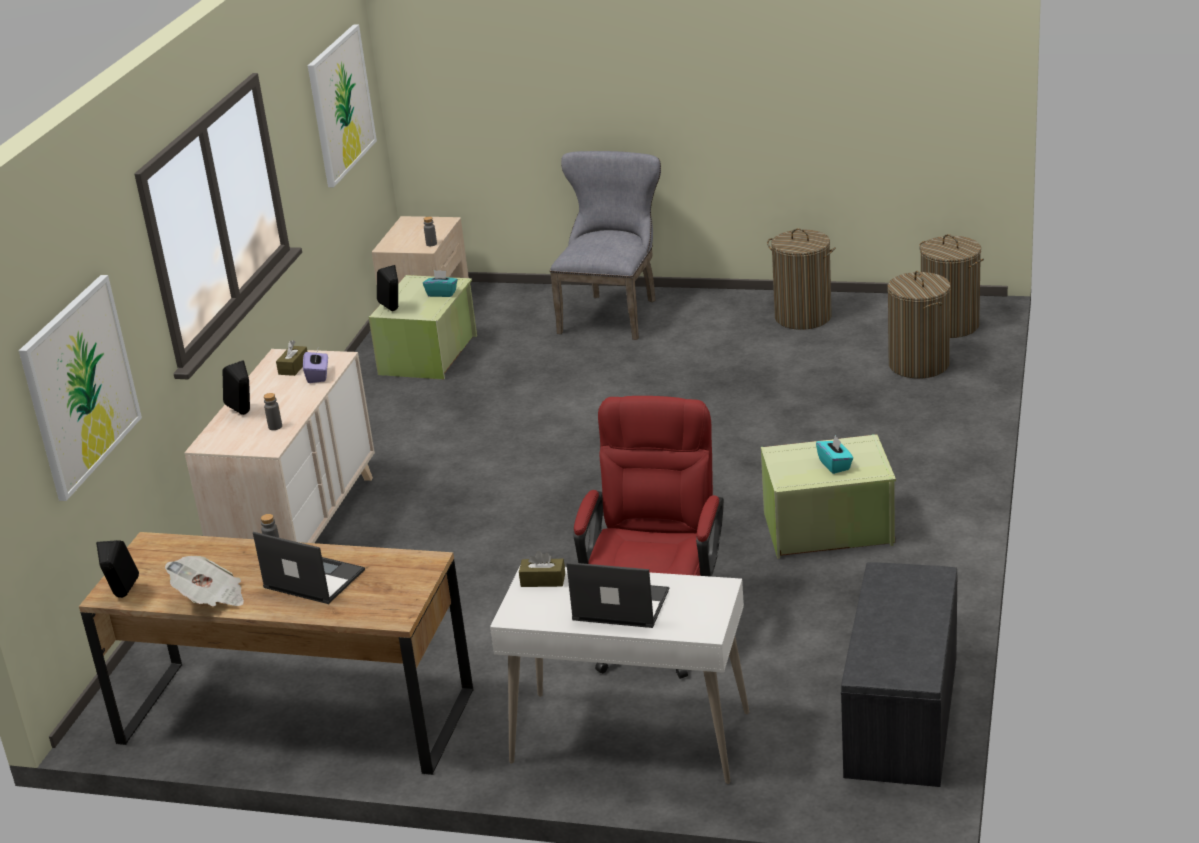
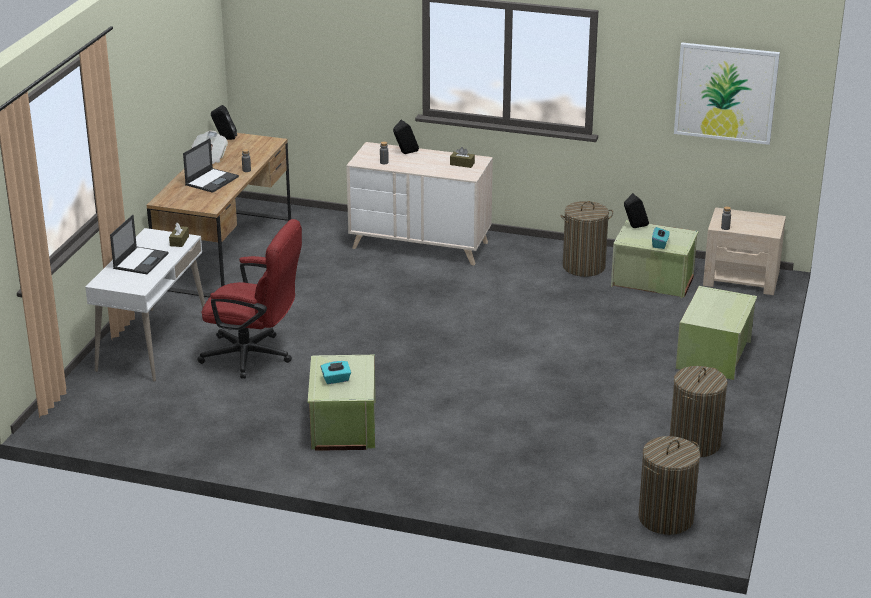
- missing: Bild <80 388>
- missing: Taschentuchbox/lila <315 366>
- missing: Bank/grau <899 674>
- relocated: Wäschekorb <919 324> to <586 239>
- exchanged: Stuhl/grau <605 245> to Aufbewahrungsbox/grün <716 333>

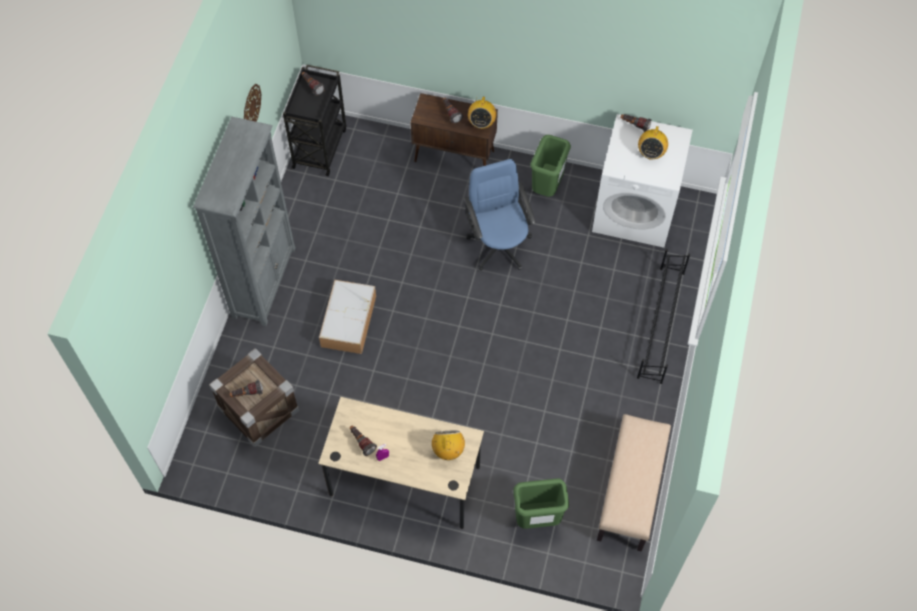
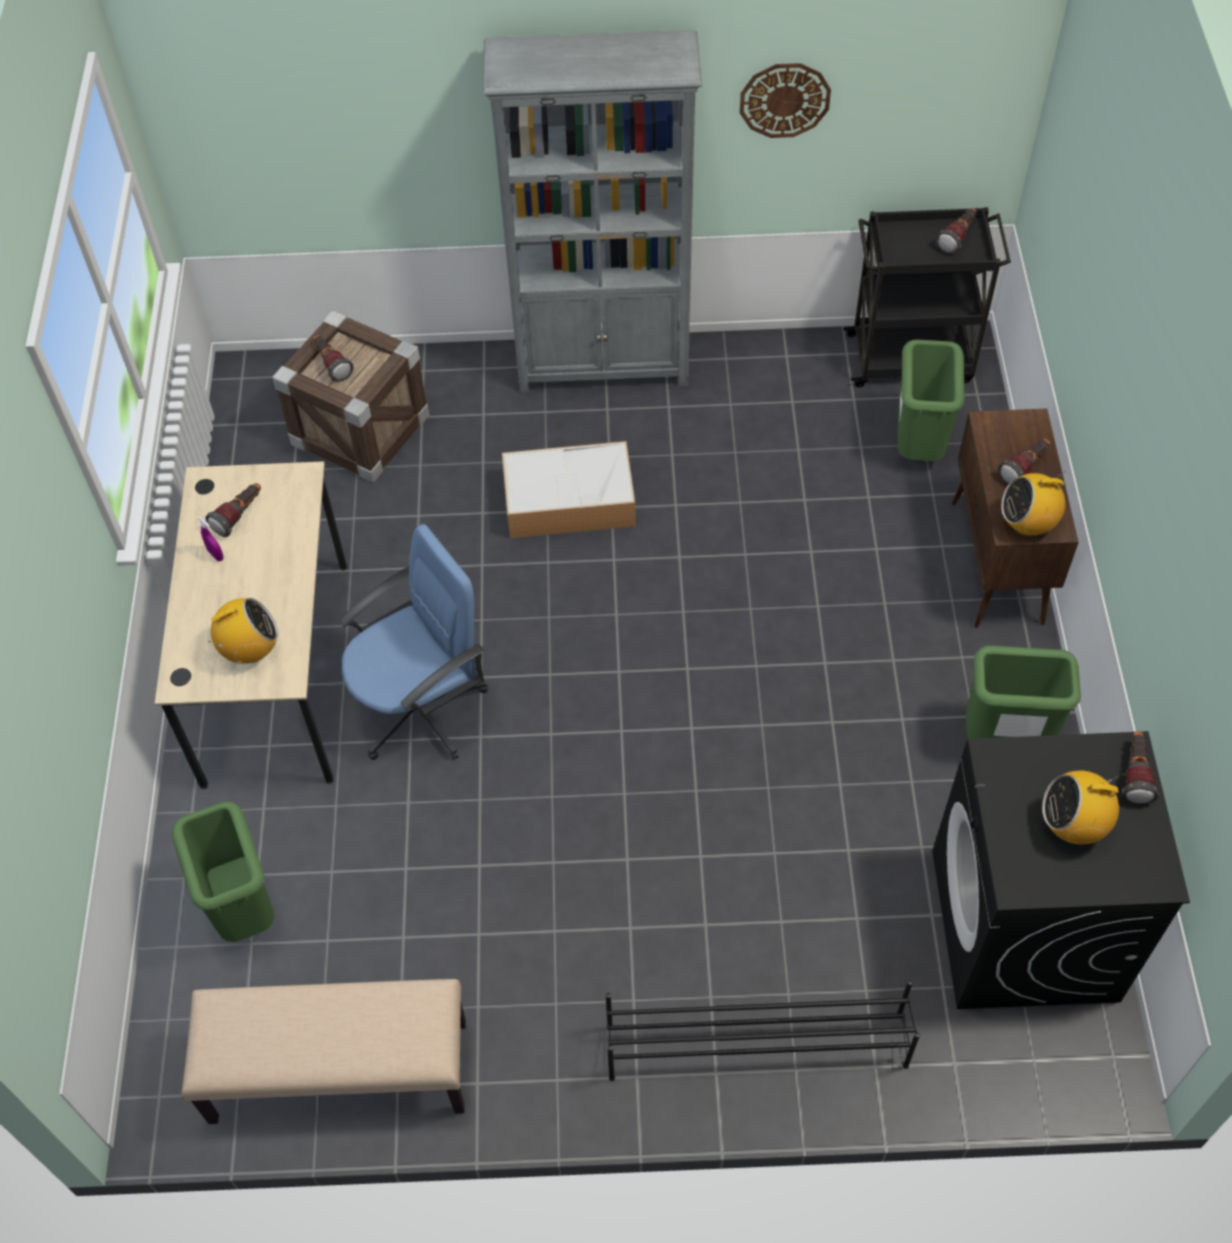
- appeared: Mülleimer/grün <931 400>
- relocated: Bürostuhl/blau <500 215> to <414 642>
- colour: Waschmaschine/weiß <642 181> to Waschmaschine/schwarz <1061 870>

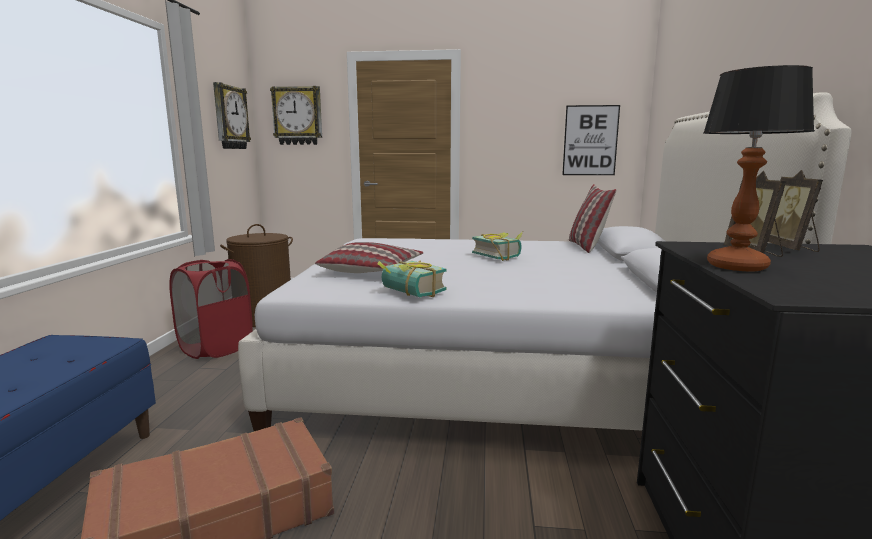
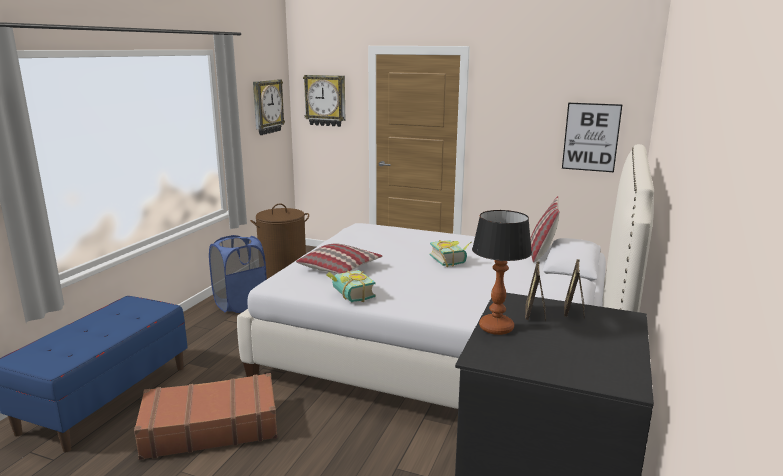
- colour: Wäschekorb/rot <211 309> to Wäschekorb/blau <238 274>

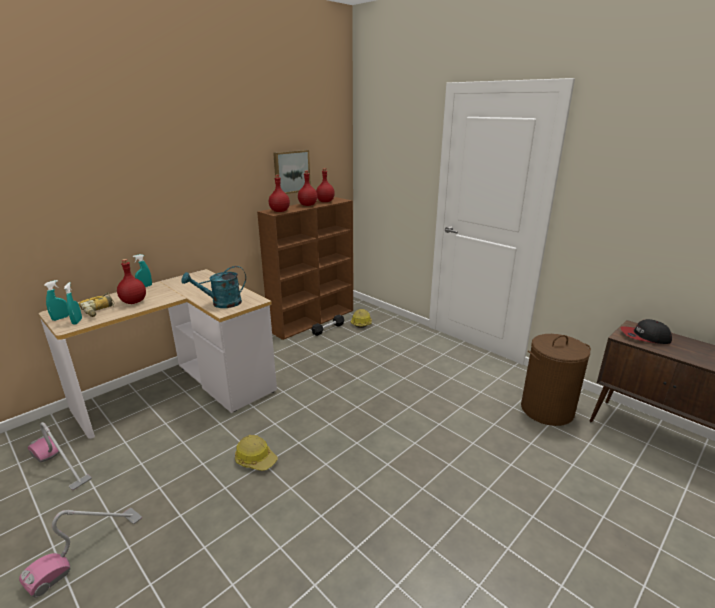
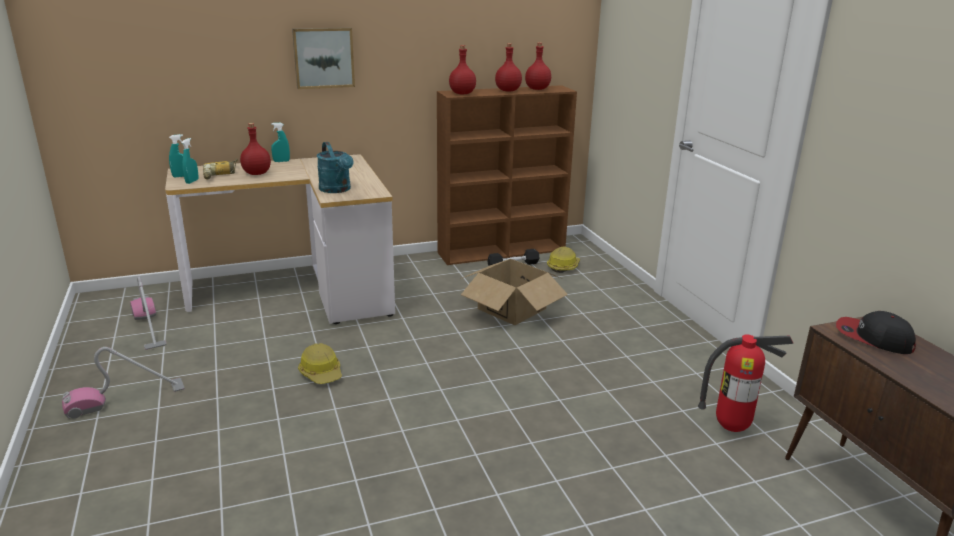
- appeared: Karton <514 292>
- relocated: Bild <292 172> to <323 58>
- exchanged: Wäschekorb/braun <556 380> to Feuerlöscher <745 383>
- spun: Gießkanne/türkis <213 287> = <335 167> 120 degrees counterclockwise

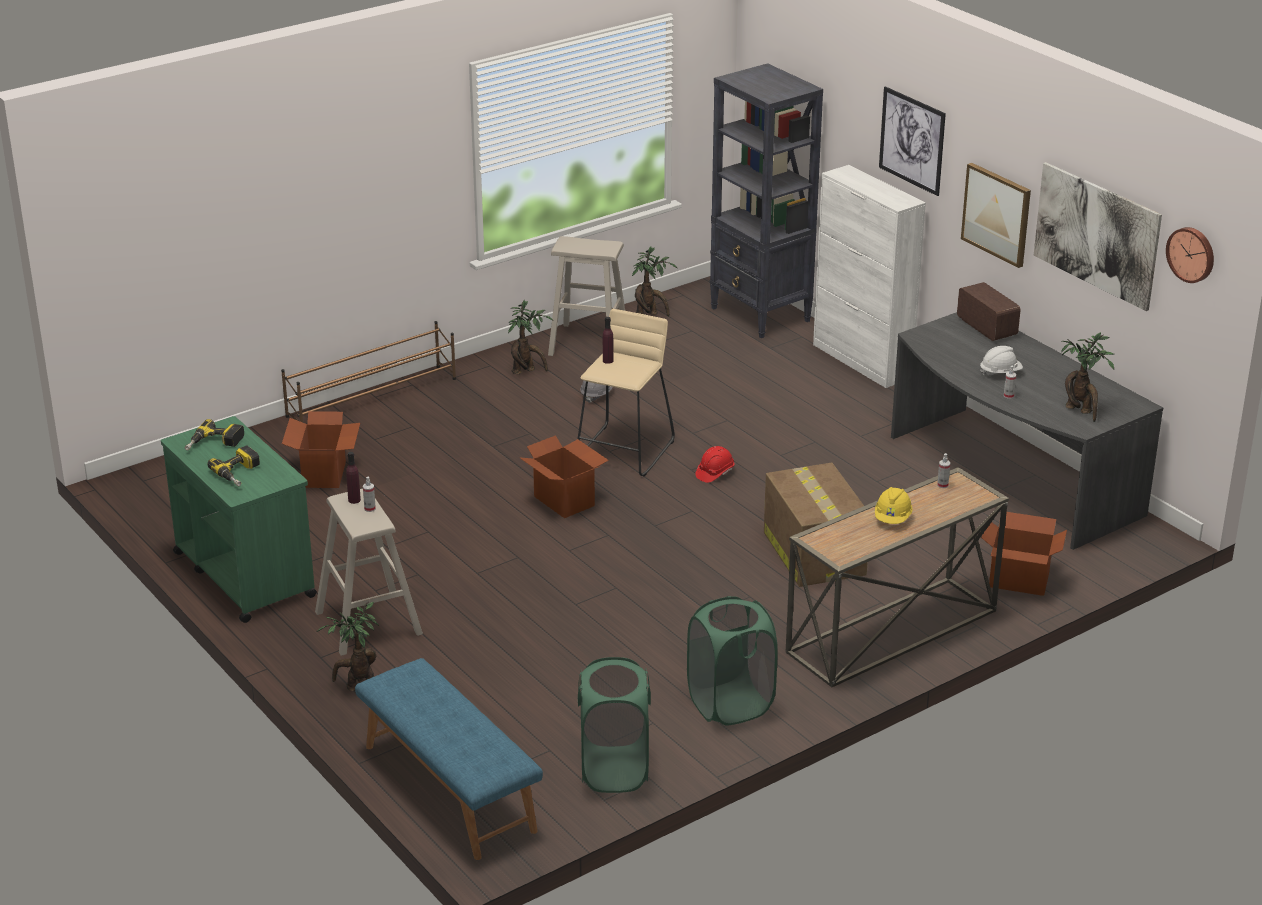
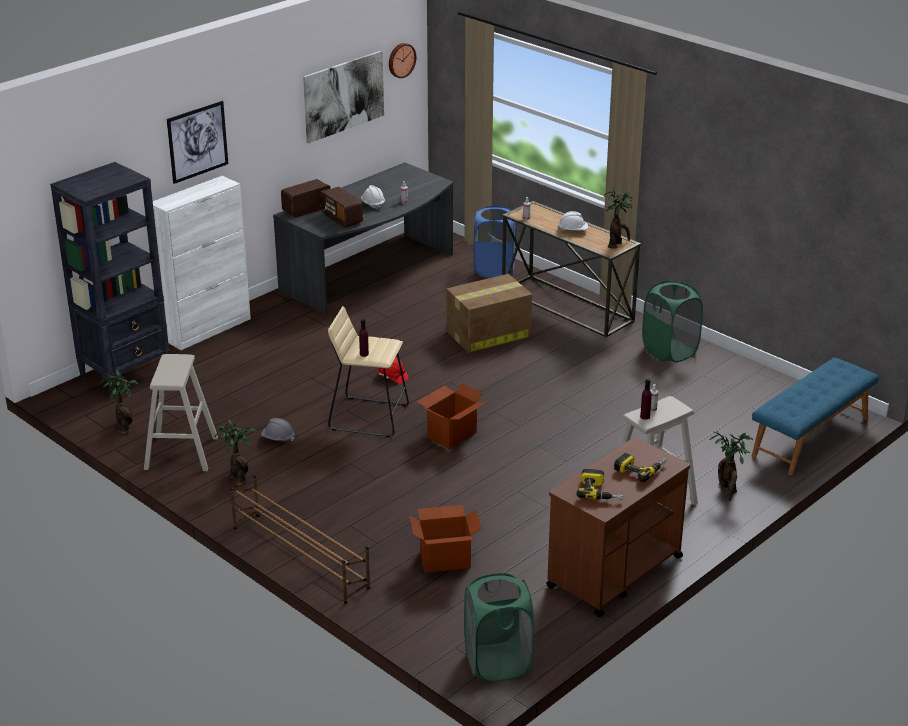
- missing: Bild <996 215>
- appeared: Radio <341 207>
- relocated: Wäschekorb/grün <614 725> to <499 627>
- relocated: Topfpflanze <1087 377> to <618 218>
- exchanged: Karton <1024 554> to Wäschekorb/blau <495 241>
- colour: Rollwagen/grün <239 519> to Rollwagen/braun <618 527>
- colour: Schutzhelm/gelb <894 505> to Schutzhelm/weiß <573 221>

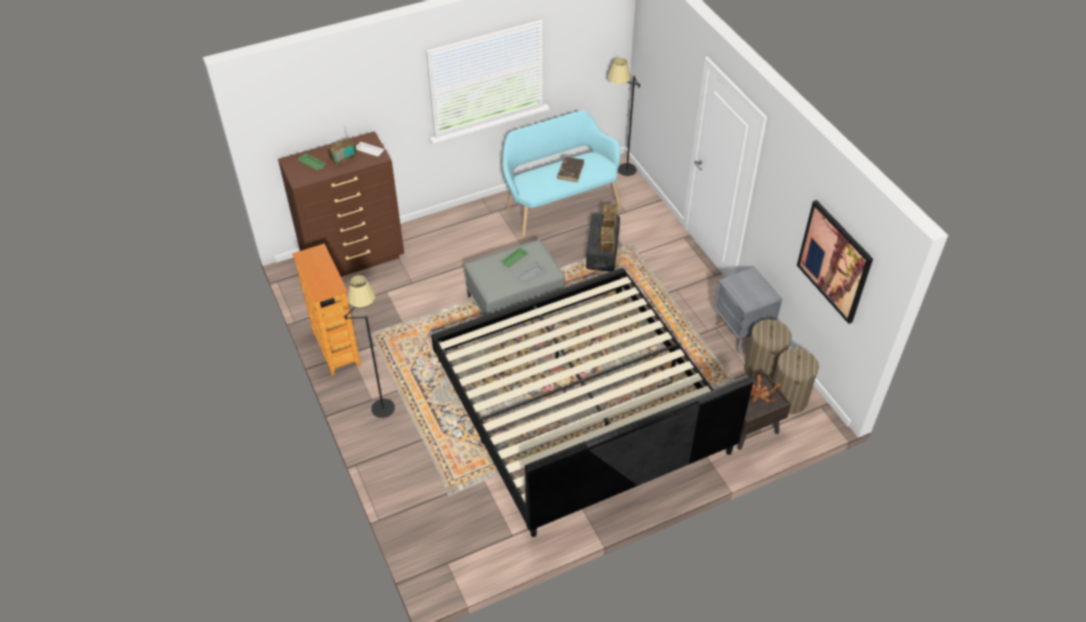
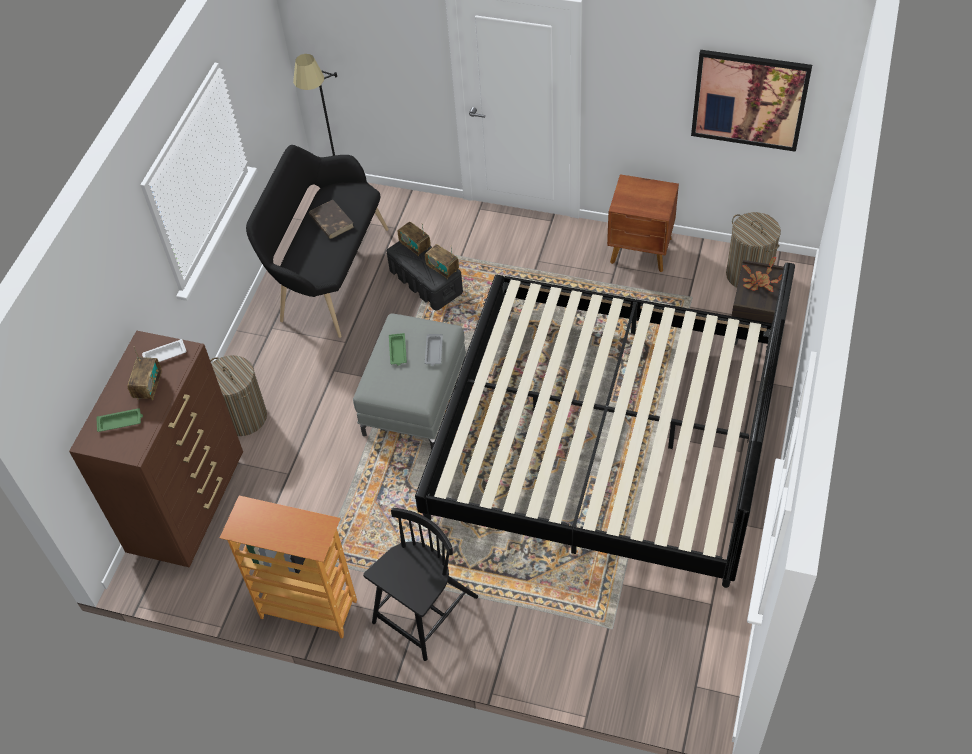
- relocated: Wäschekorb <768 349> to <238 395>
- exchanged: Stehlampe/schwarz <369 346> to Stuhl/schwarz <420 584>
- colour: Bank/türkis <561 176> to Bank/schwarz <317 241>
- colour: Nachttisch/grau <748 310> to Nachttisch/braun <643 223>

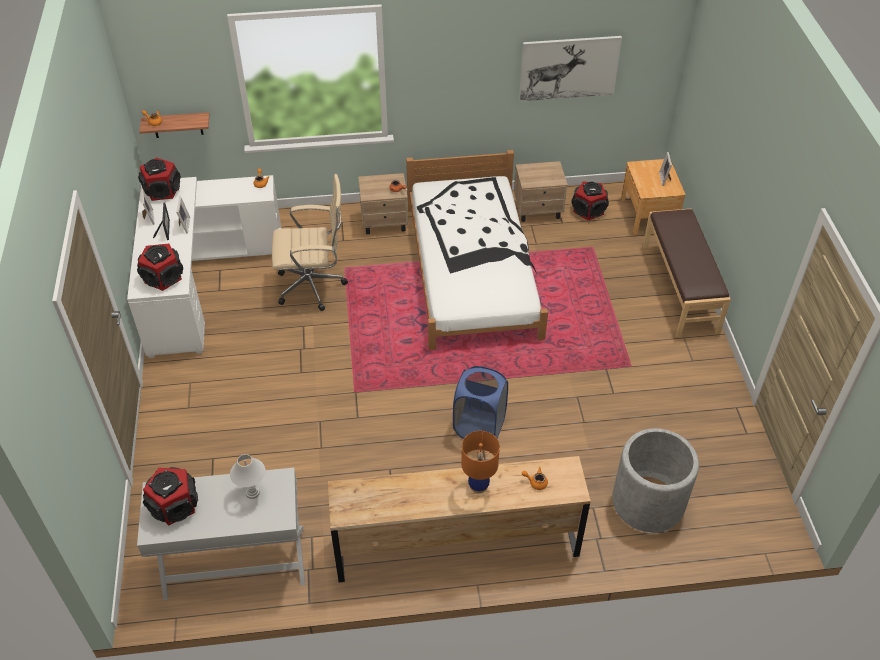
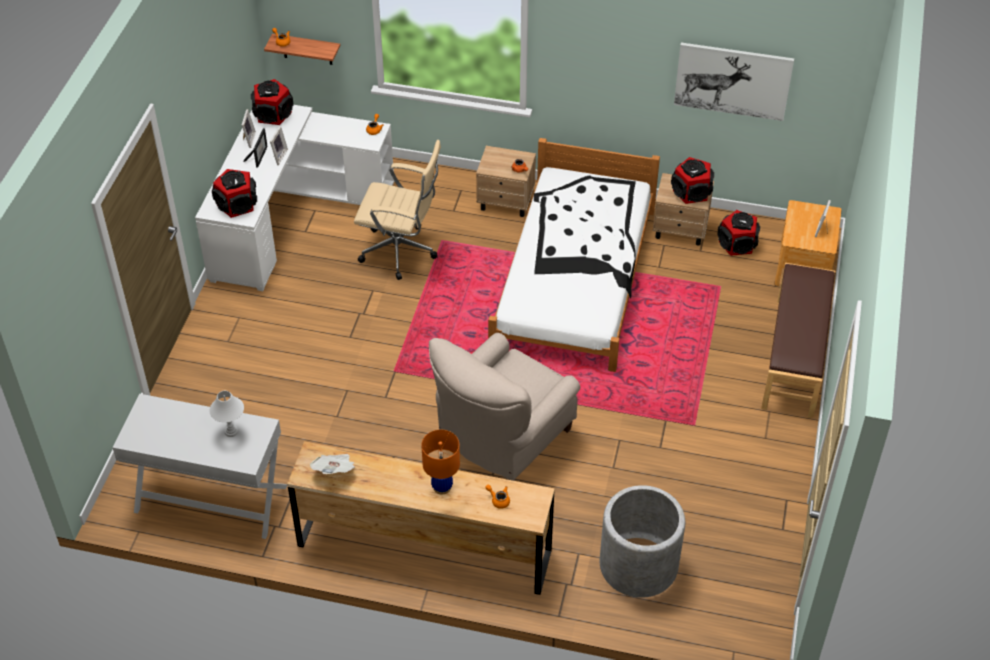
- appeared: Zeitung <332 464>
- relocated: Lautsprecher <170 496> to <692 180>
- exchanged: Wäschekorb/blau <480 402> to Sessel/beige <504 407>

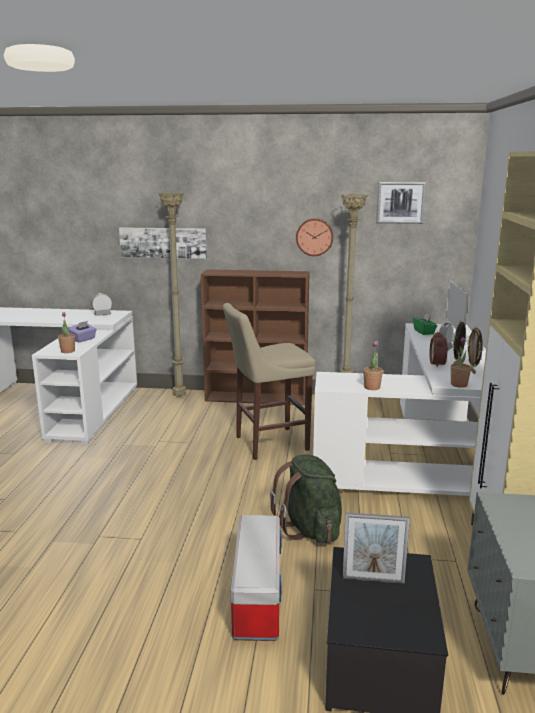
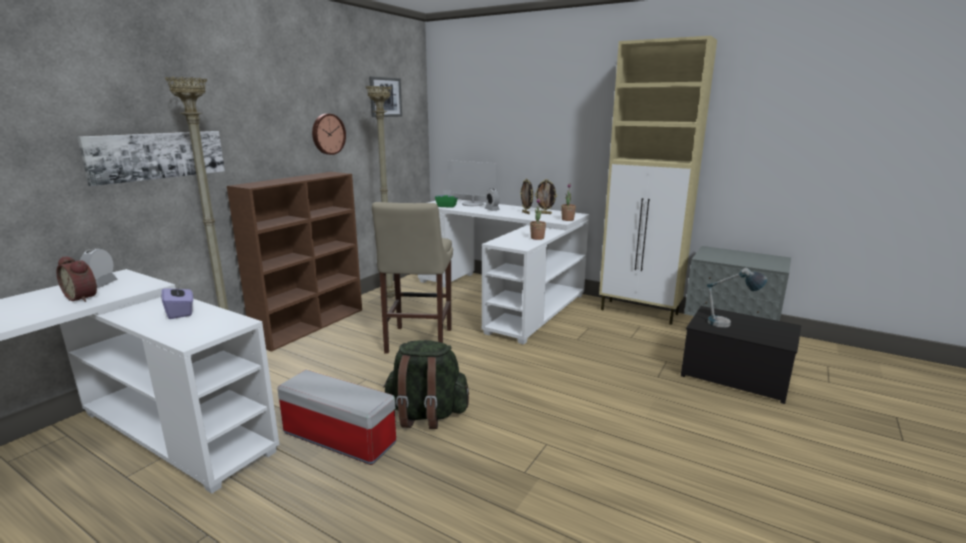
- missing: Topfpflanze <66 332>
- relocated: Aufbewahrungsbox <256 578> to <337 417>
- relocated: Rucksack/grün <306 498> to <426 384>
- relocated: Wecker <439 349> to <76 279>
- exchanged: Bilderrahmen <376 548> to Tischlampe <737 298>

